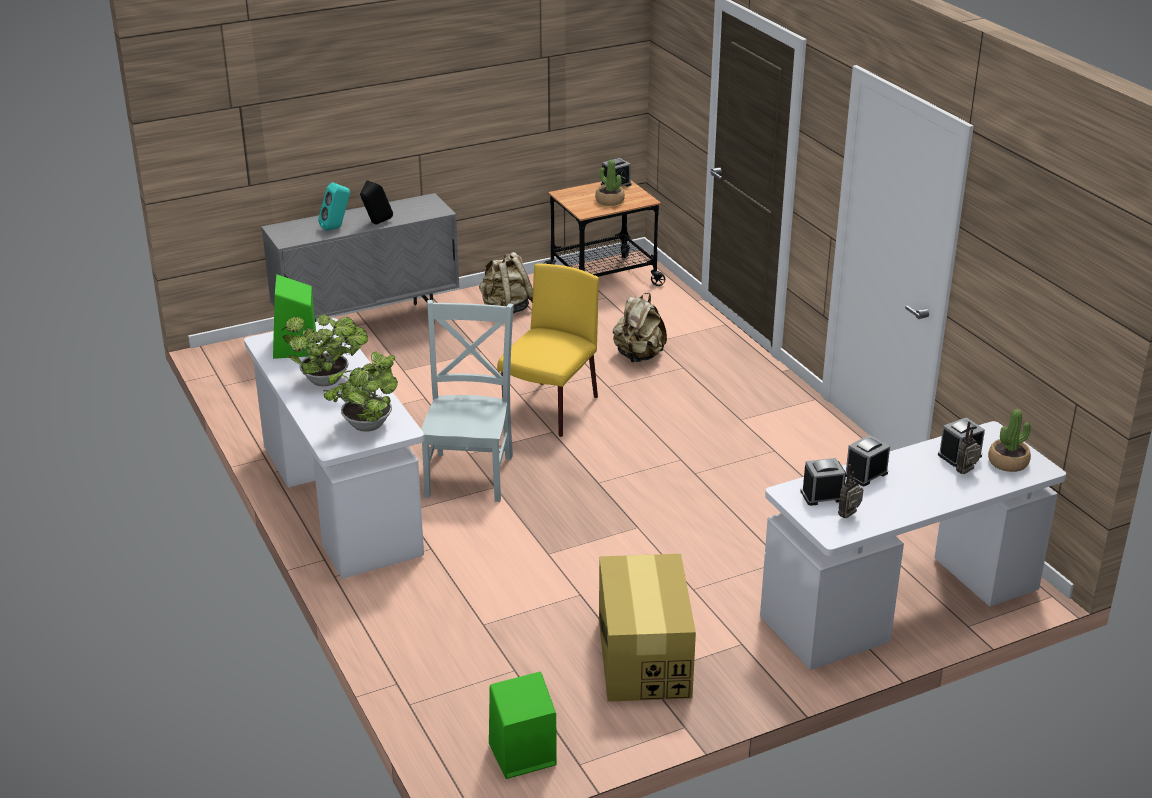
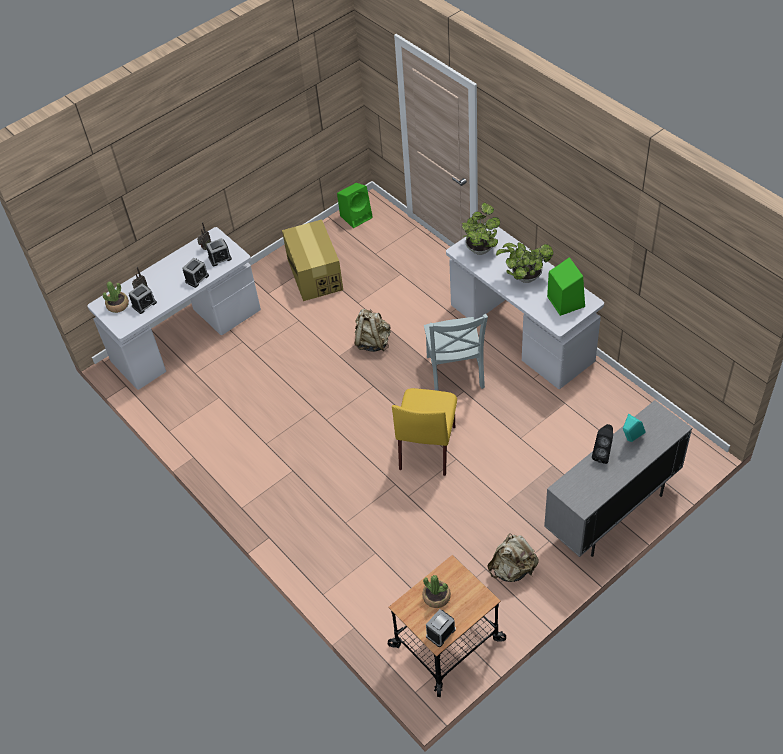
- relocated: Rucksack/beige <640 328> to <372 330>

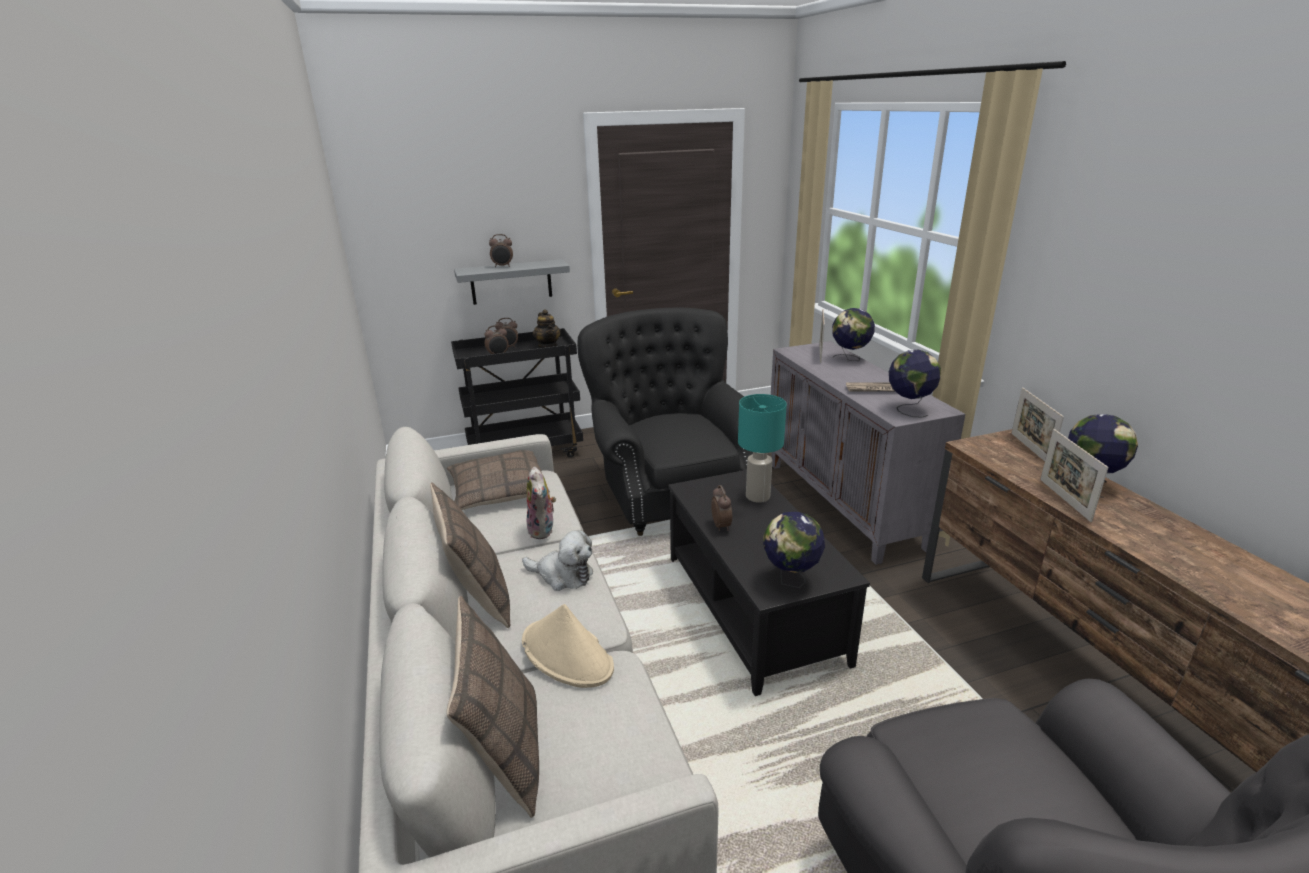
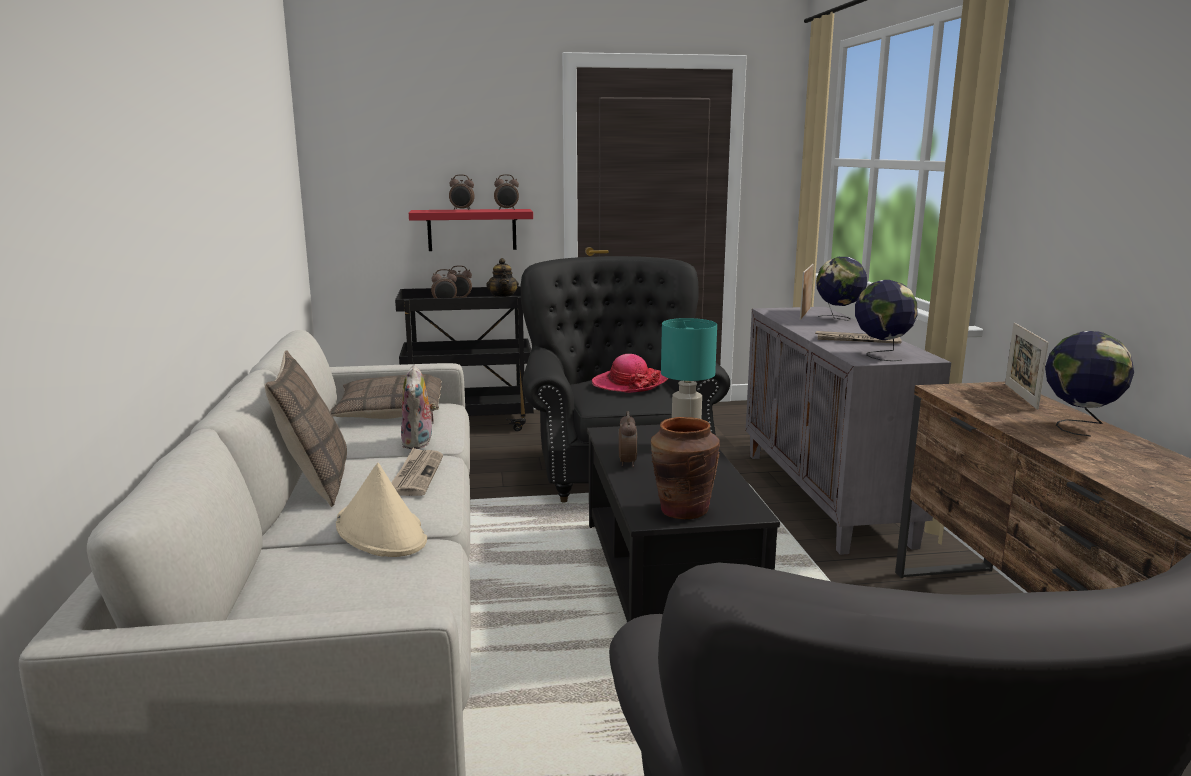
- missing: Kissen <493 707>
- missing: Bilderrahmen <1074 475>
- appeared: Wecker <506 192>
- appeared: Hut <630 373>
- exchanged: Plüschtier <557 560> to Zeitung <417 472>
- exchanged: Globus <794 550> to Vase/braun <685 468>
- colour: Wandregal/grau <512 282> to Wandregal/rot <471 230>

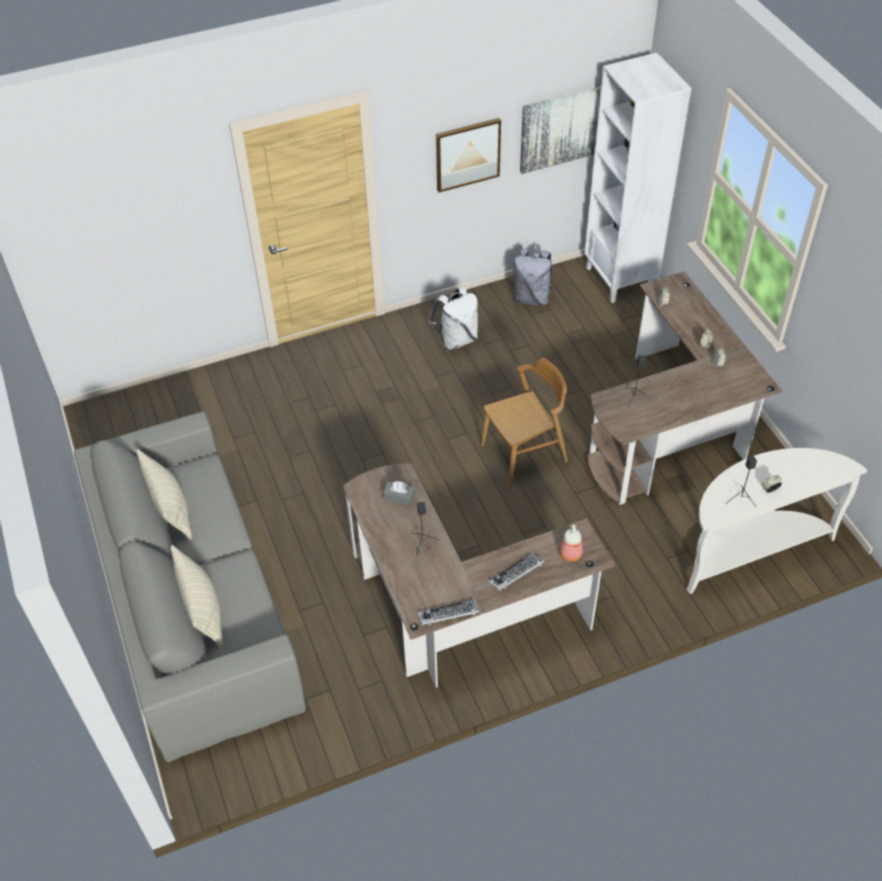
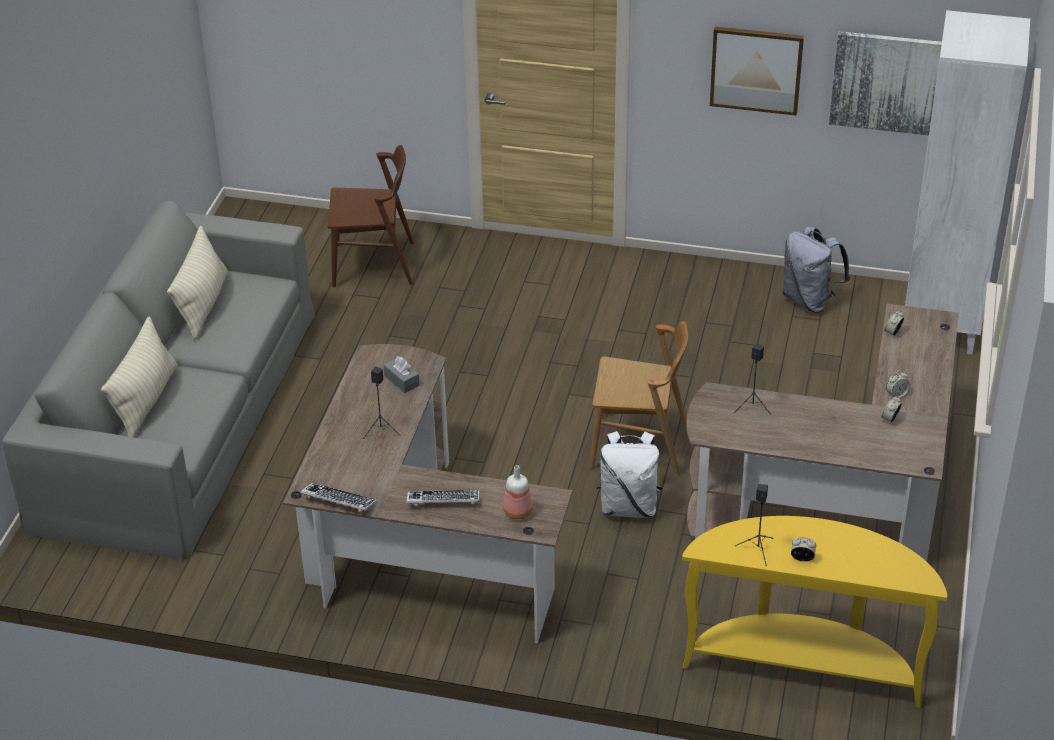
- appeared: Stuhl/braun <371 216>
- relocated: Rucksack/weiß <453 319> to <630 474>
- colour: Konsolentisch/weiß <777 521> to Konsolentisch/gelb <814 612>

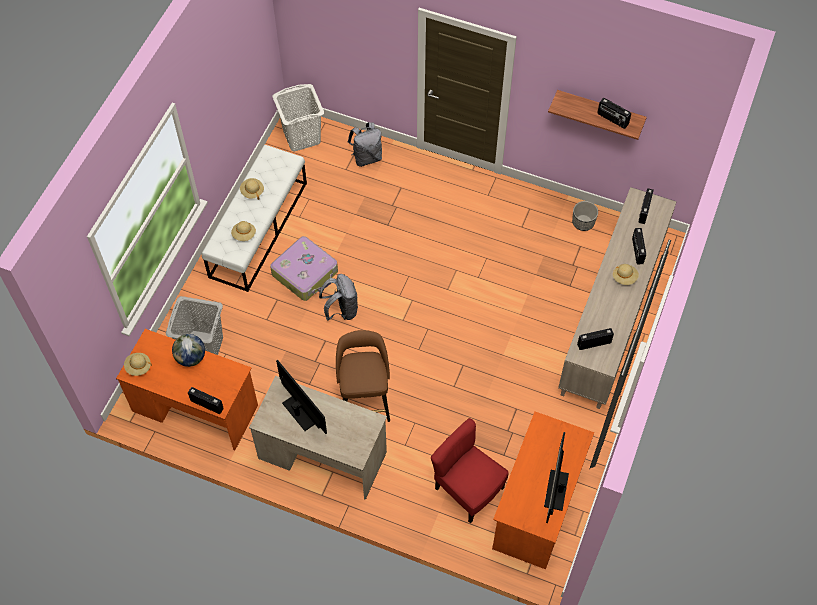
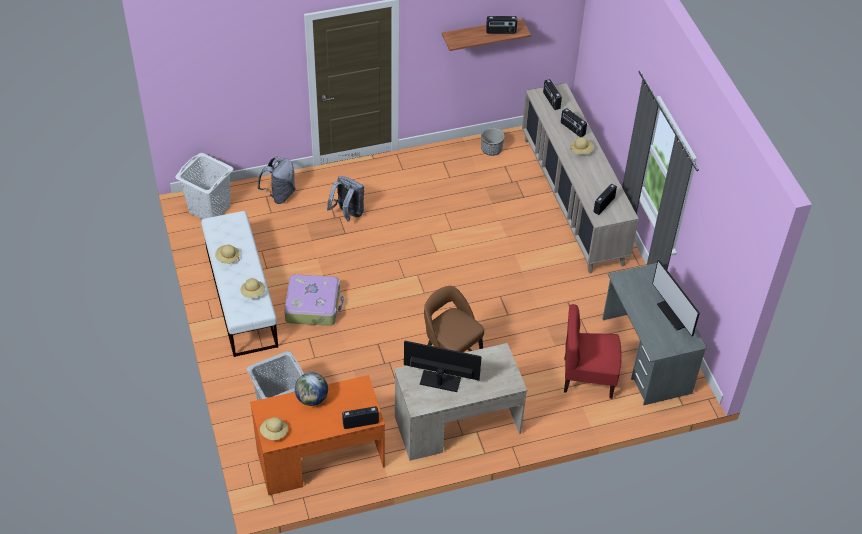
- relocated: Rucksack/grau <338 297> to <345 199>
- colour: Schreibtisch/orange <543 490> to Schreibtisch/grau <655 334>

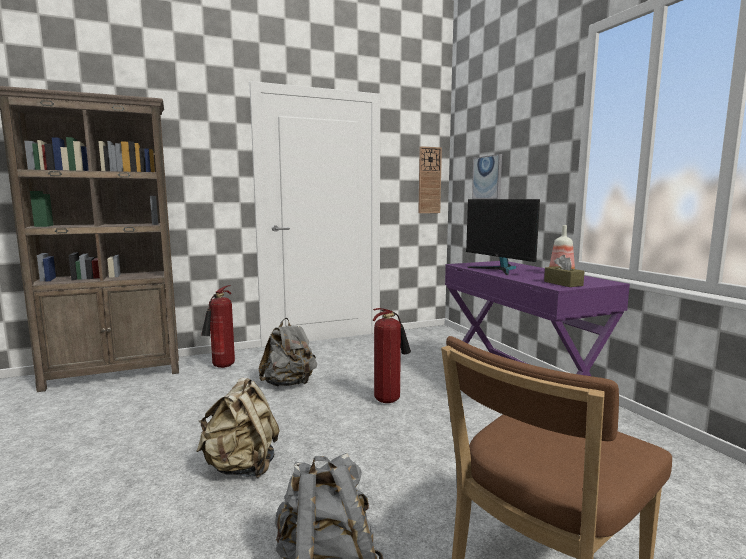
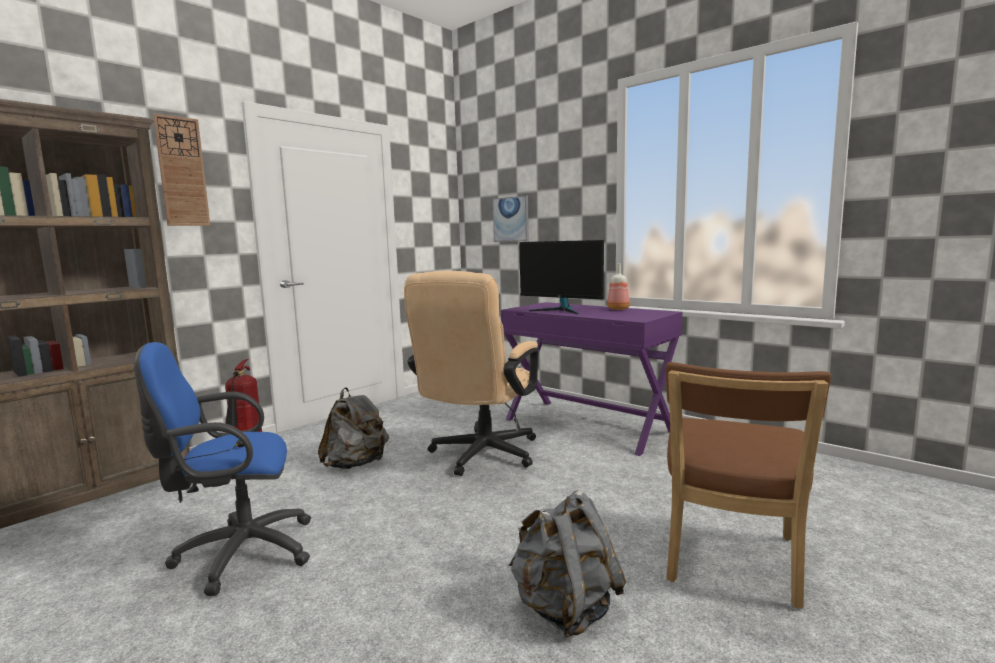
- missing: Rucksack/beige <238 428>
- missing: Taschentuchbox/braun <564 271>
- appeared: Bürostuhl/blau <222 469>
- relocated: Wanduhr <430 179> to <181 170>
- exchanged: Feuerlöscher <392 355> to Bürostuhl/beige <471 373>

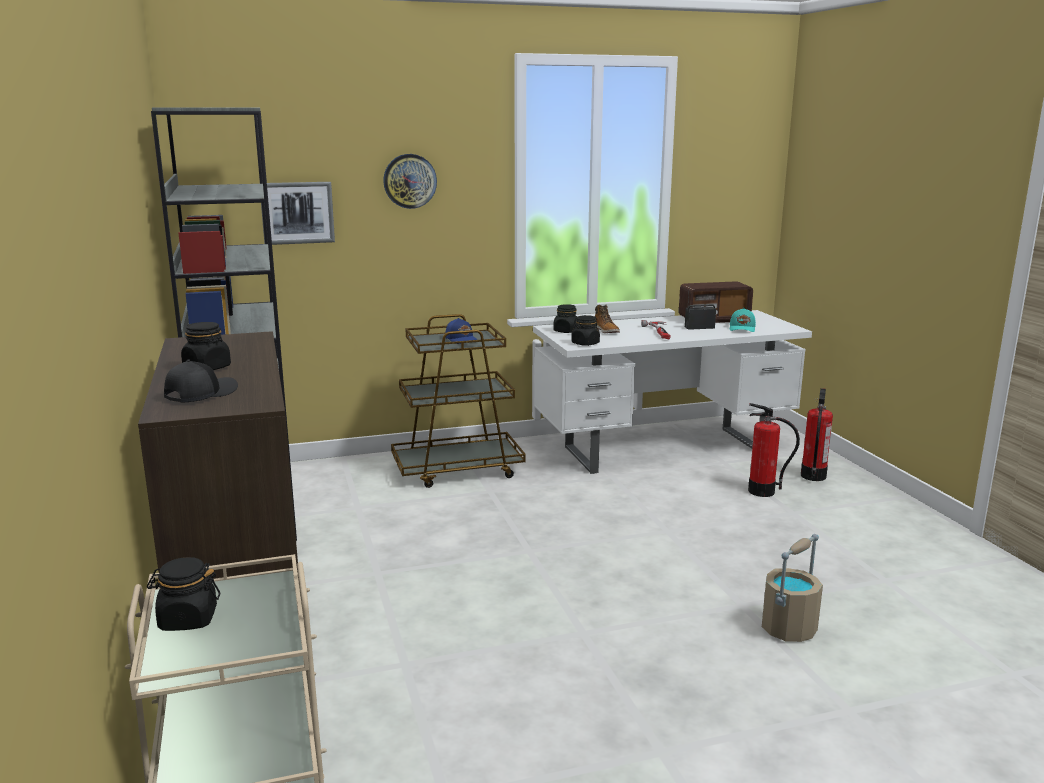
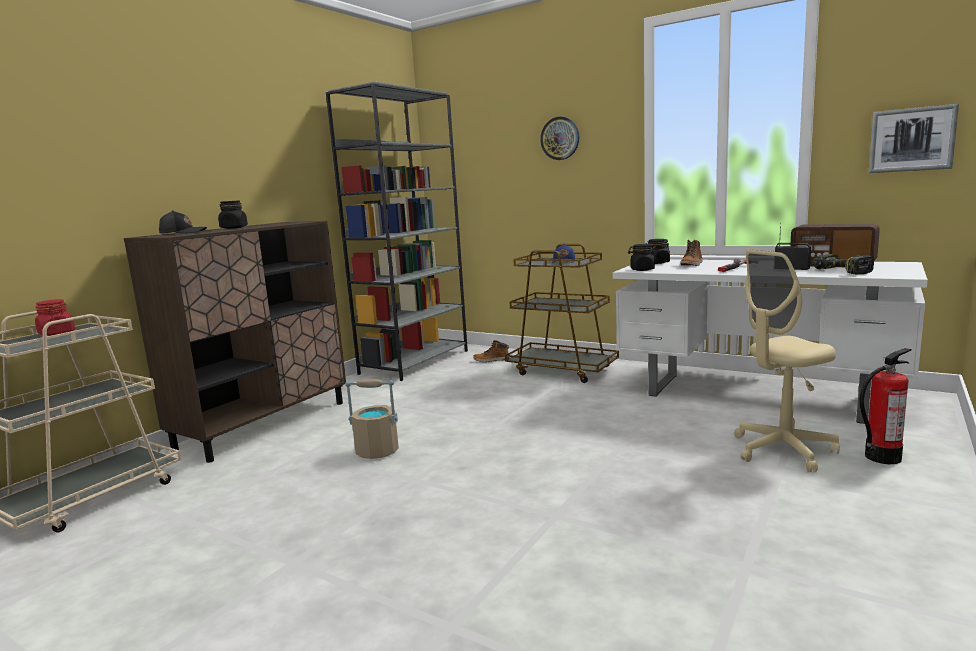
- appeared: Stiefel <491 351>
- relocated: Bild <297 213> to <914 138>
- relocated: Eimer/beige <792 588> to <372 419>
- exchanged: Kappe/türkis <743 320> to Bohrmaschine <843 264>
- exchanged: Feuerlöscher <774 450> to Bürostuhl/beige <787 361>
- colour: Vorratsglas/schwarz <183 594> to Vorratsglas/rot <55 317>

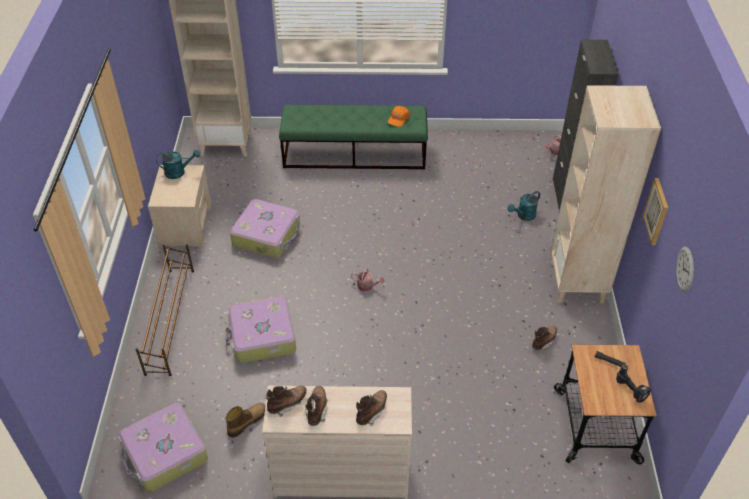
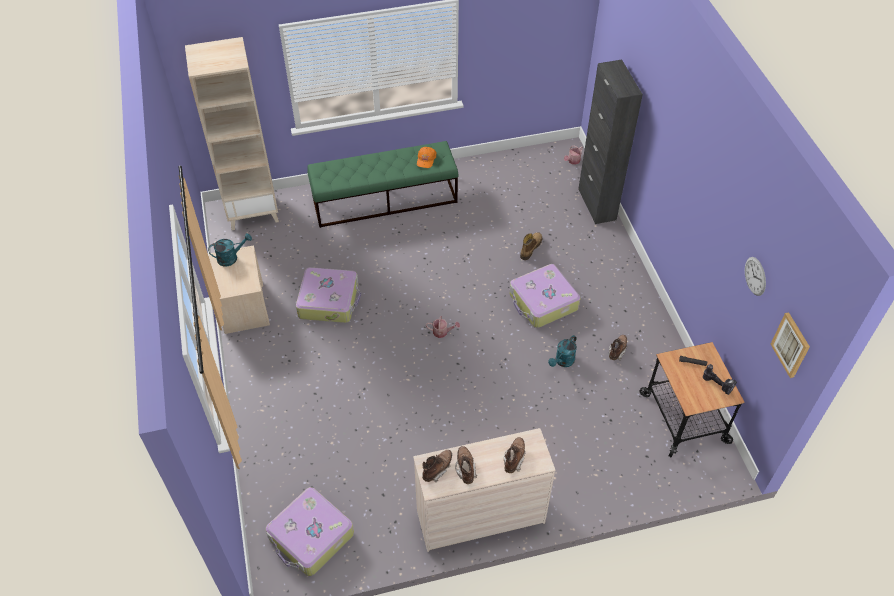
- missing: Schuhregal/braun <165 310>
- missing: Bücherregal/beige <606 194>
- relocated: Koffer <261 329> to <545 296>
- relocated: Stiefel <245 420> to <531 246>
- relocated: Gießkanne/türkis <524 206> to <562 351>
- relocated: Bild <655 211> to <790 345>

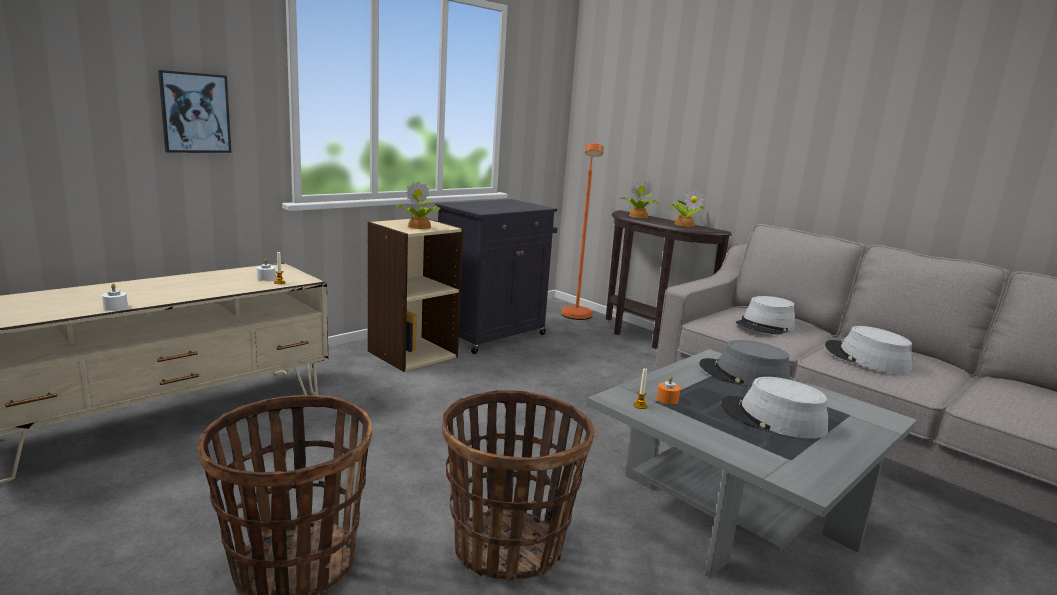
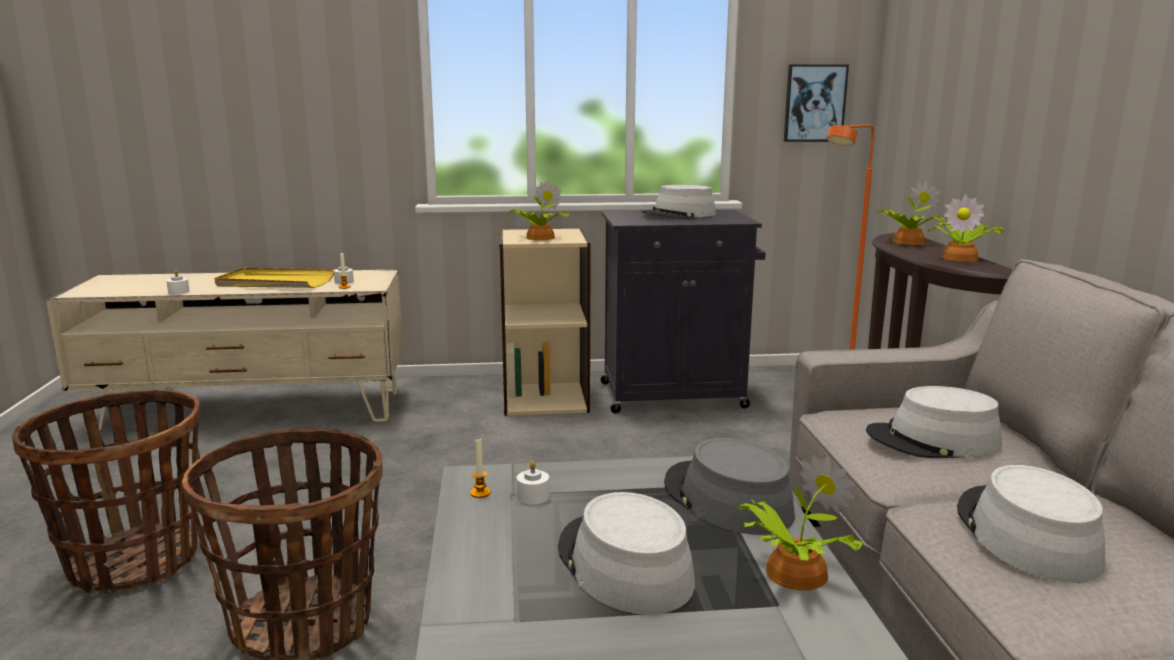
- appeared: Tablett/gelb <275 278>
- appeared: Hut/grau <678 202>
- appeared: Topfpflanze <799 523>
- relocated: Bild <194 111> to <816 103>
- colour: Kerze/orange <668 390> to Kerze/weiß <533 482>

